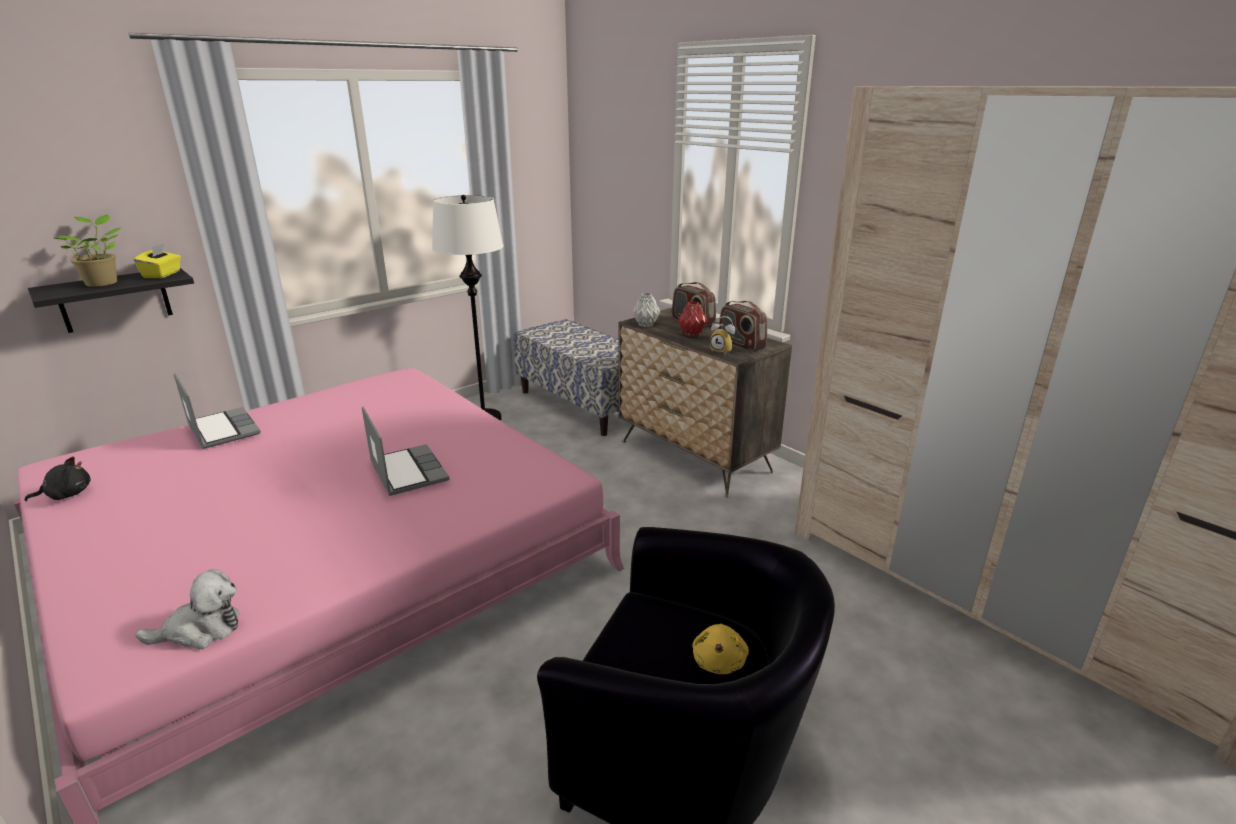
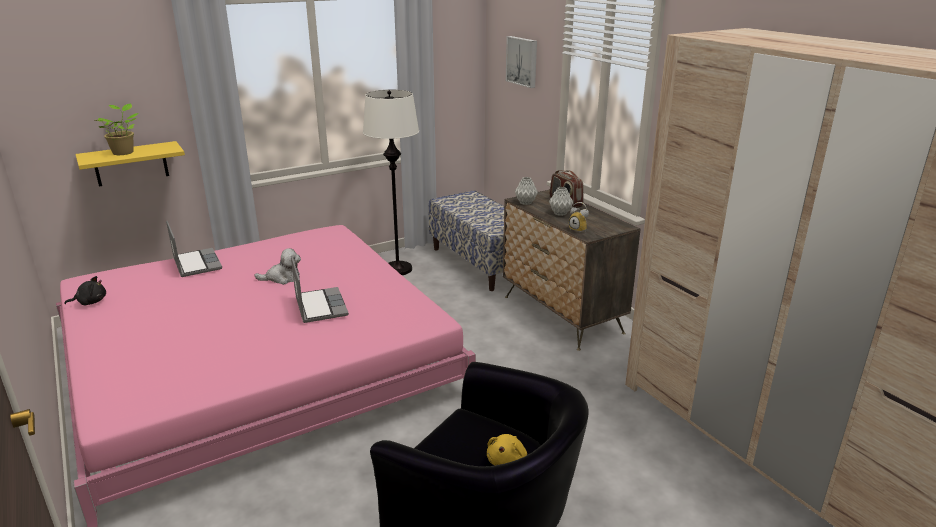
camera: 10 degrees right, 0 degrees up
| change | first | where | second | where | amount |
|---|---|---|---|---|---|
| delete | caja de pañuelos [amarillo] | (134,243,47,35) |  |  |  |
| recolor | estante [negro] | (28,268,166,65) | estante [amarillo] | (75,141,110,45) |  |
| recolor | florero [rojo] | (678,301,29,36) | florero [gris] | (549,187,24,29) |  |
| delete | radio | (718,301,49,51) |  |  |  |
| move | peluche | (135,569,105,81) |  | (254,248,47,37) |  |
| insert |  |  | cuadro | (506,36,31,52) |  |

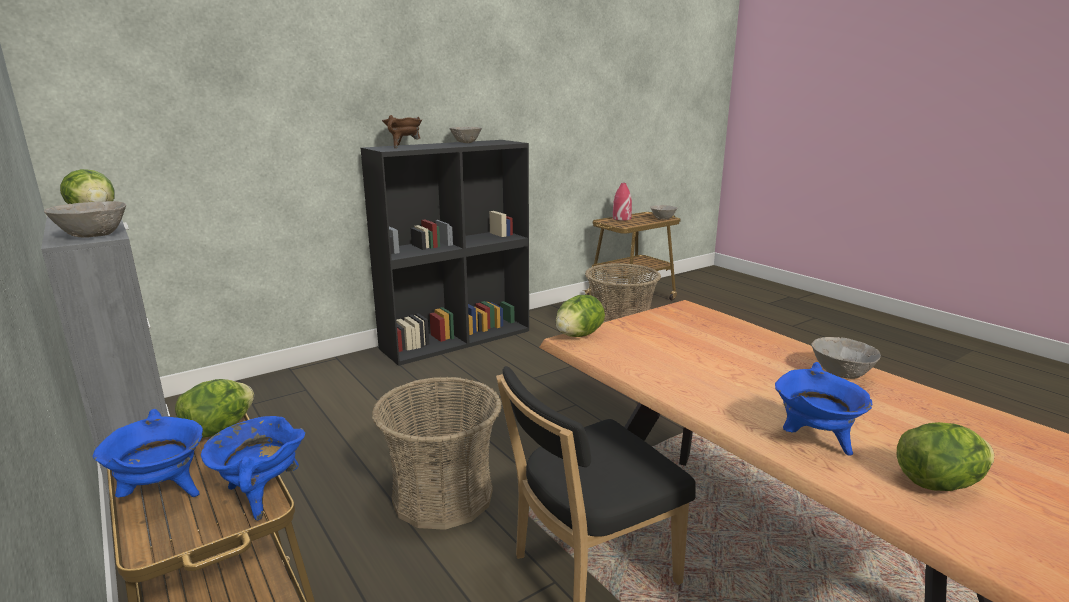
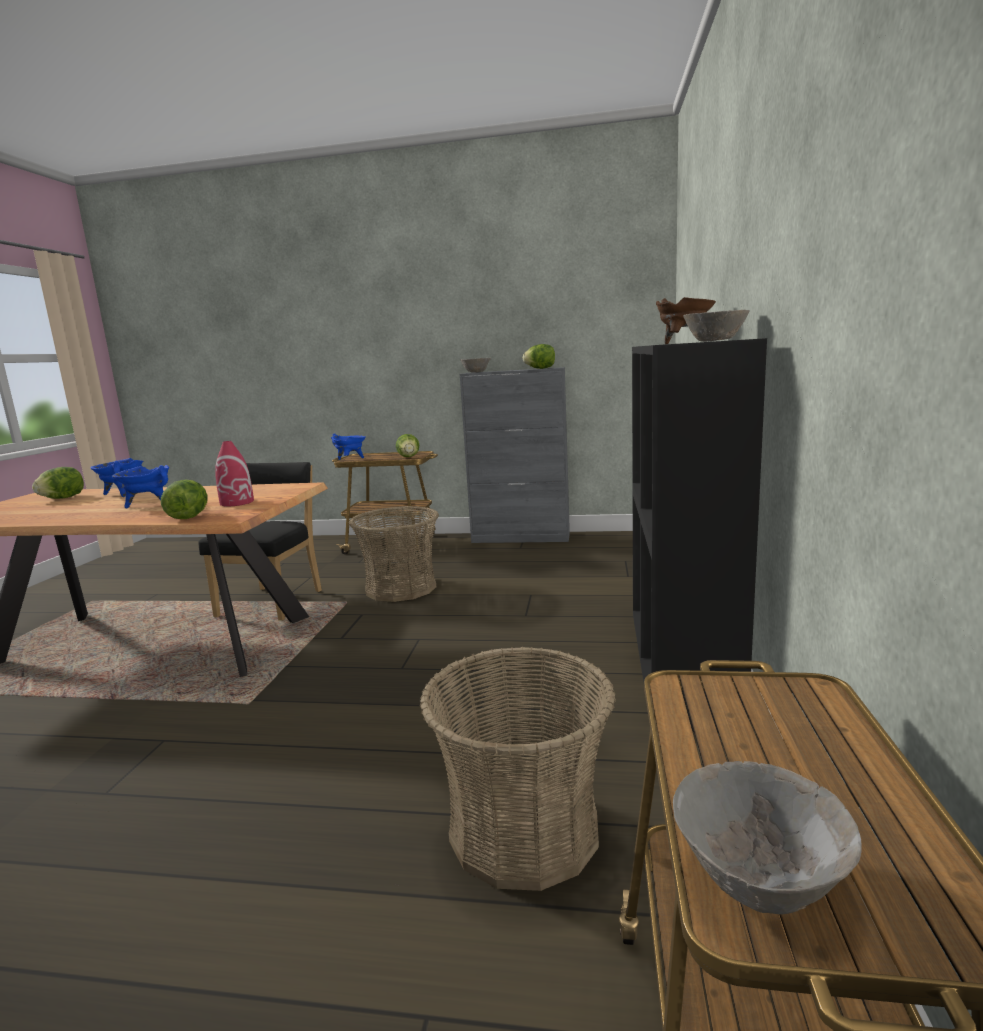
camera: 135 degrees right, 5 degrees down
| change | first | where | second | where | amount |
|---|---|---|---|---|---|
| move | florero [rojo] | (613,183,19,38) |  | (215,441,39,65) |  |
| move | lechuga | (555,295,50,42) |  | (161,480,47,39) |  |
| delete | cuenco [gris] | (811,337,70,42) |  |  |  |
| move | olla [azul] | (93,409,110,89) |  | (112,465,57,43) |  |

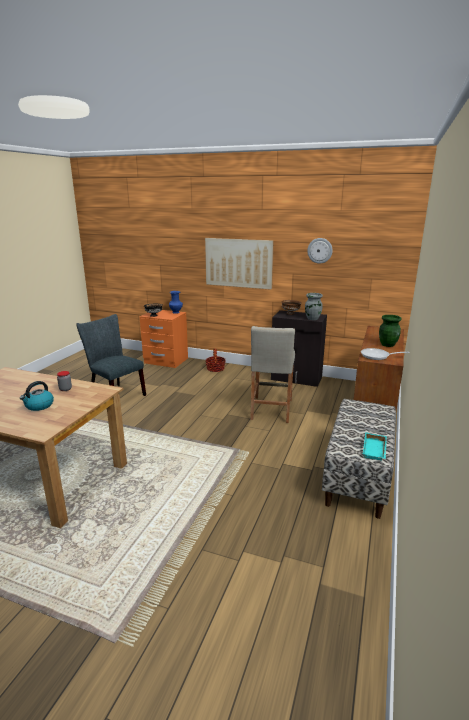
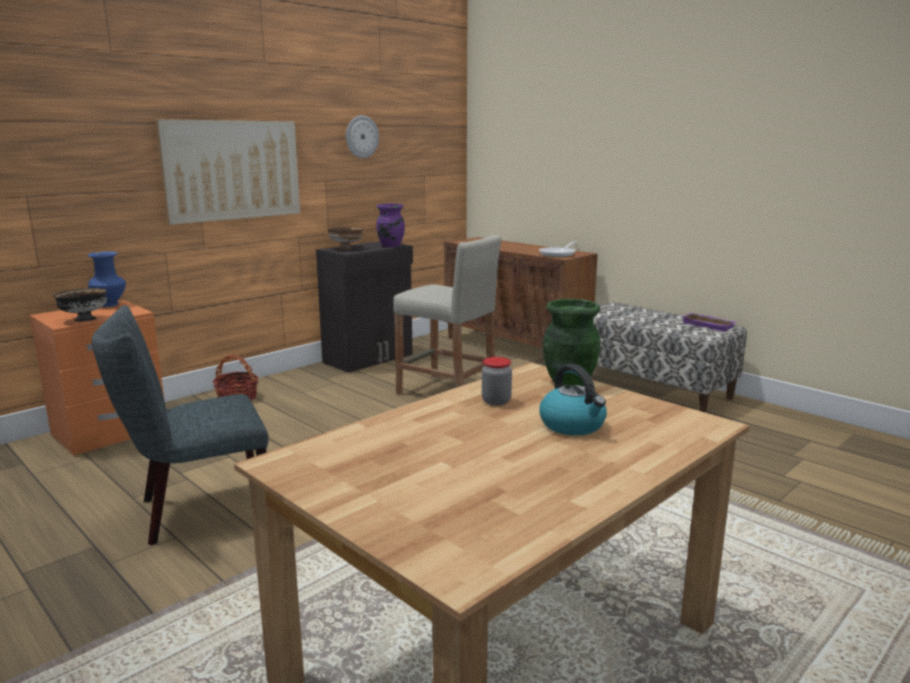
camera: 65 degrees left, 5 degrees down
| change | first | where | second | where | amount |
|---|---|---|---|---|---|
| recolor | florero [gris] | (305,293,18,27) | florero [morado] | (376,204,29,43) |  |
| move | florero [verde] | (379,315,23,32) |  | (543,299,58,87) |  |
| recolor | bandeja [turquesa] | (363,432,24,28) | bandeja [morado] | (682,313,56,19) |  |

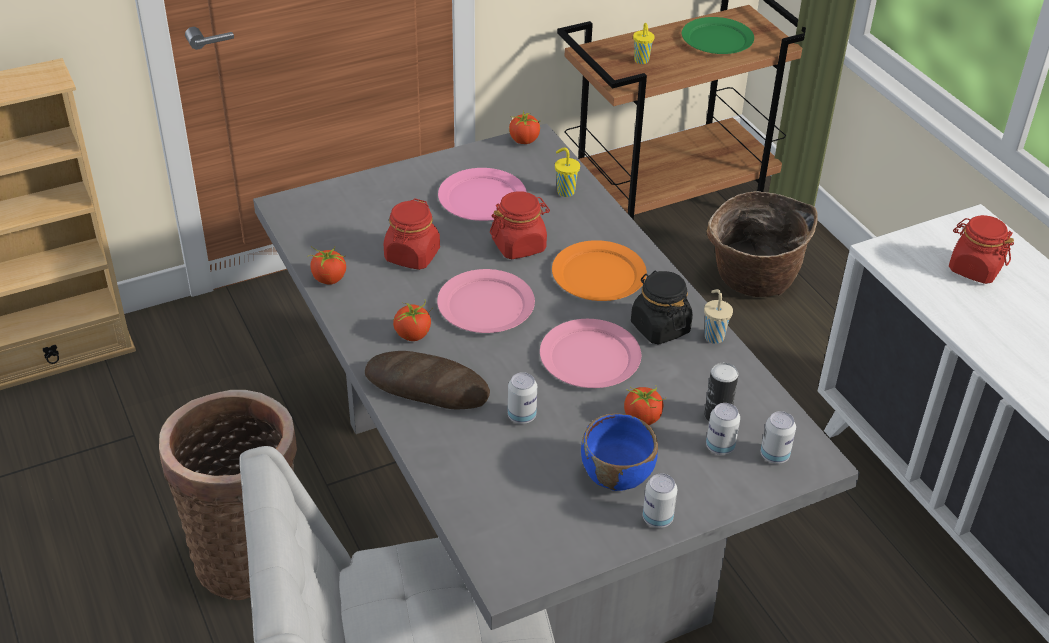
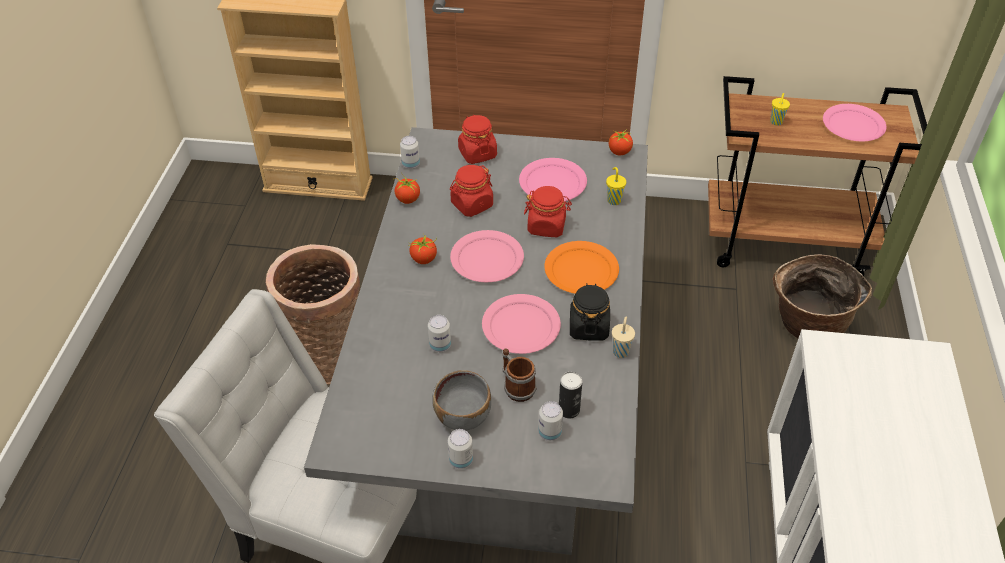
camera: 35 degrees right, 5 degrees up
| change | first | where | second | where | amount |
|---|---|---|---|---|---|
| recolor | plato [verde] | (682,17,72,37) | plato [rosa] | (823,104,63,37) |  |
| move | tarro [rojo] | (949,215,65,69) |  | (458,115,39,49) |  |
| delete | pan | (365,351,125,58) |  |  |  |
| replace | tomate | (624,385,43,40) | taza grande | (502,348,34,54) |  |
| move | lata | (761,411,35,53) |  | (400,136,20,33) |  |
| recolor | cuenco [azul] | (581,413,77,78) | cuenco [gris] | (432,370,59,60) |  |

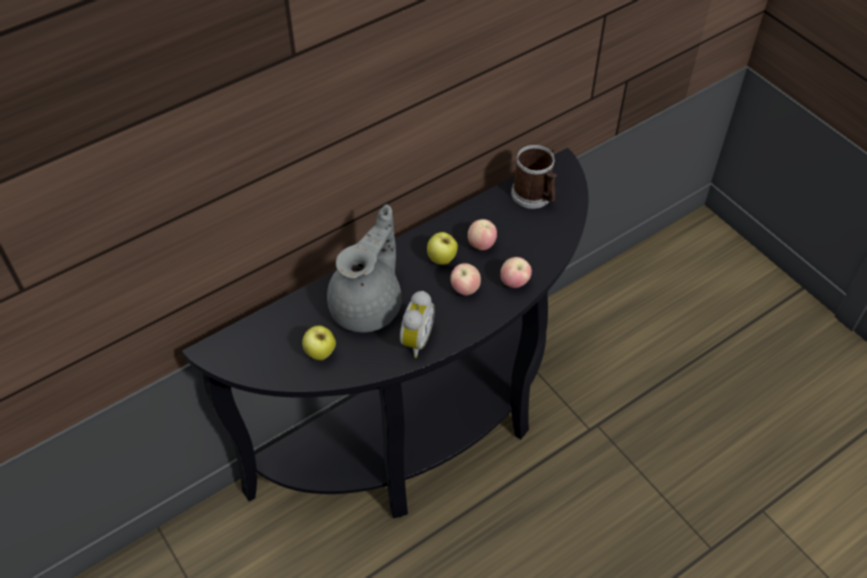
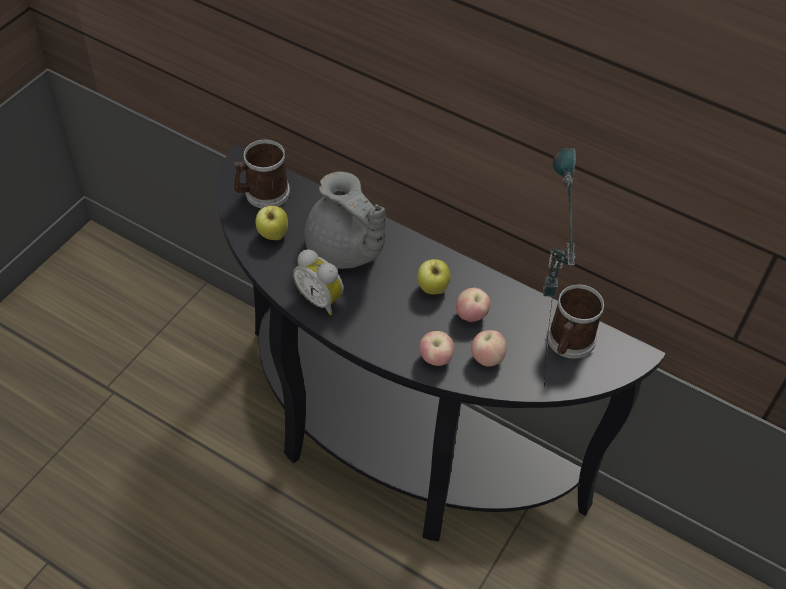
camera: 65 degrees right, 0 degrees up
| change | first | where | second | where | amount |
|---|---|---|---|---|---|
| rotate | tetera [gris] | (327,204,75,128) |  | (304,172,82,97) | 45 degrees clockwise |
| move | manzana | (450,263,31,32) |  | (471,330,36,37) |  |
| rotate | despertador | (400,291,35,67) |  | (293,249,51,66) | 45 degrees clockwise |
| insert |  |  | taza grande | (233,139,57,70) |  |
| insert |  |  | lámpara de mesa | (543,148,33,240) |  |

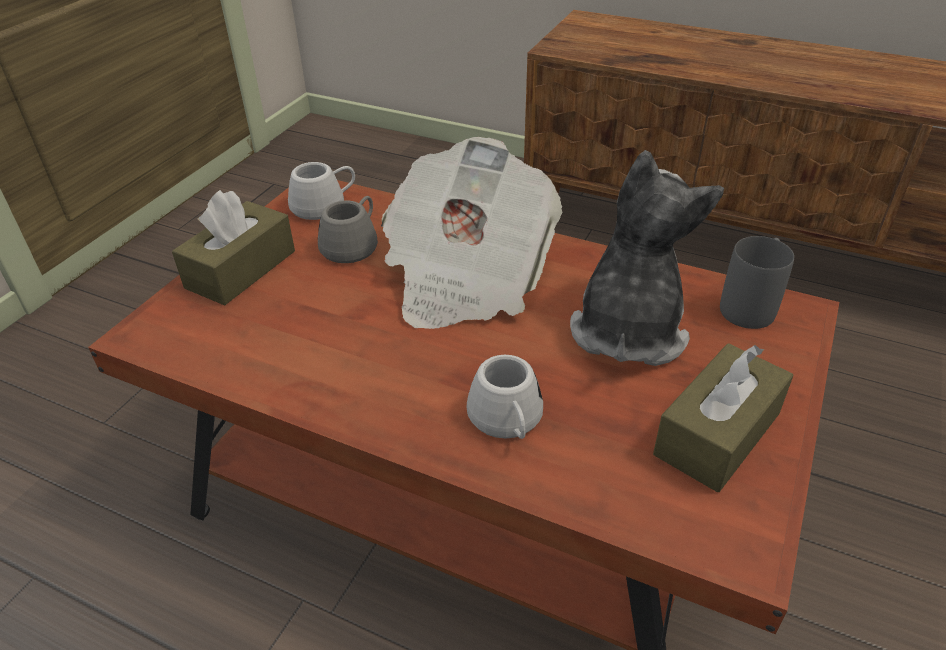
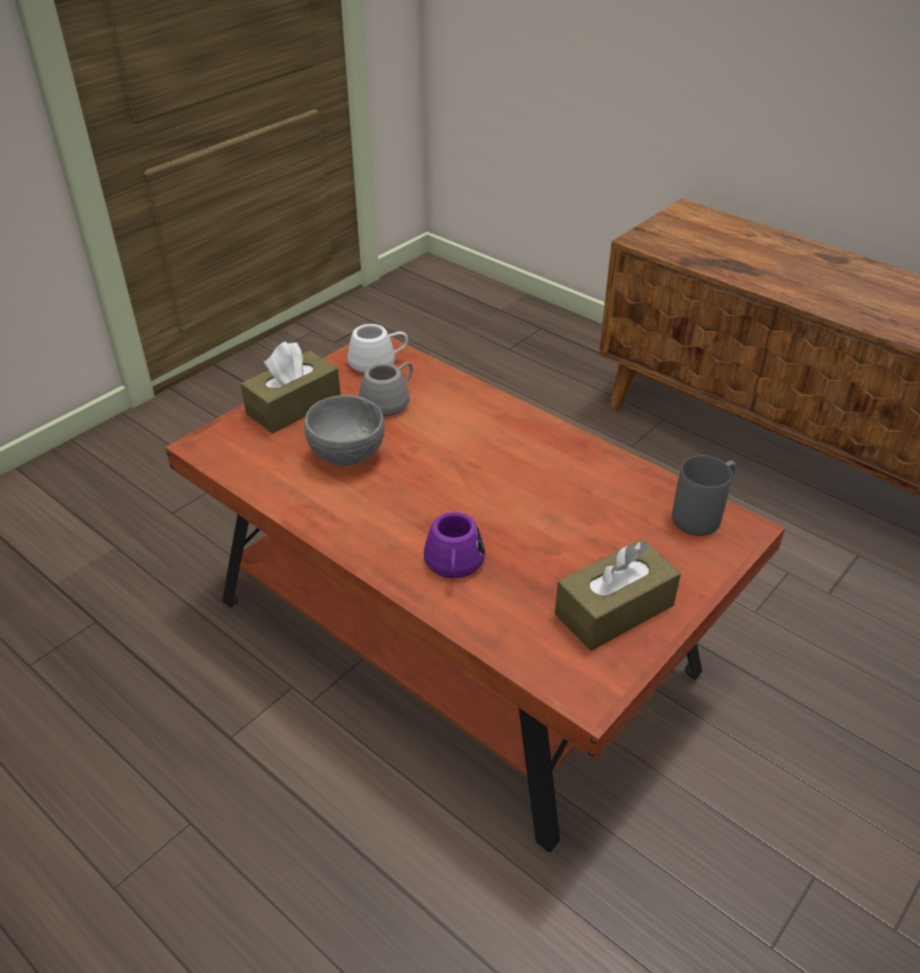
camera: 15 degrees right, 0 degrees up
| change | first | where | second | where | amount |
|---|---|---|---|---|---|
| delete | periódico | (381,137,182,192) |  |  |  |
| delete | peluche | (570,150,154,216) |  |  |  |
| recolor | taza grande [blanco] | (467,355,76,84) | taza grande [morado] | (424,512,61,67) |  |
| insert |  |  | cuenco [gris] | (304,395,81,71) |  |

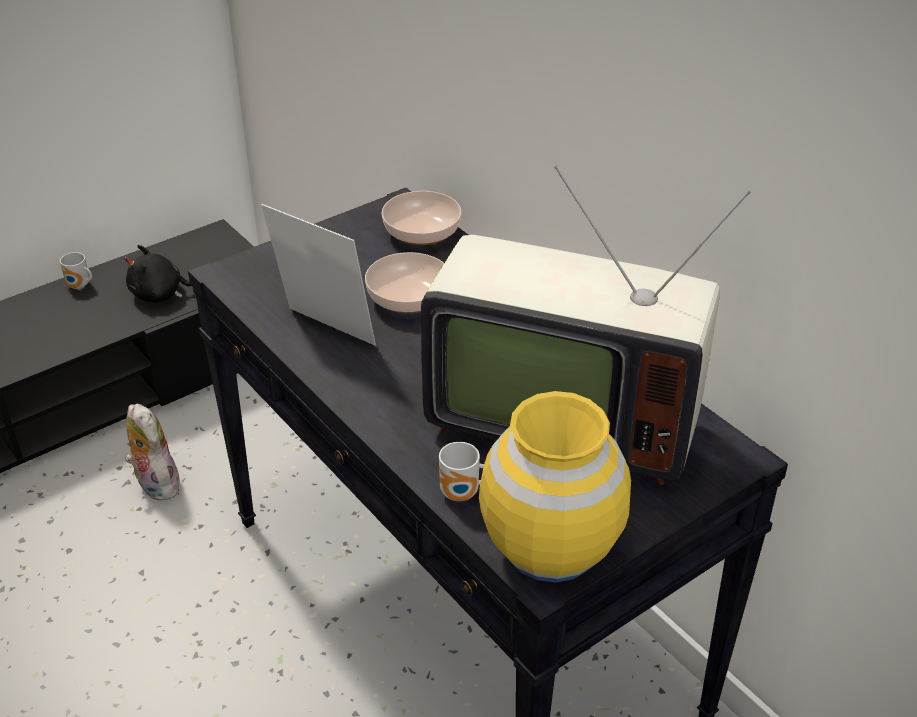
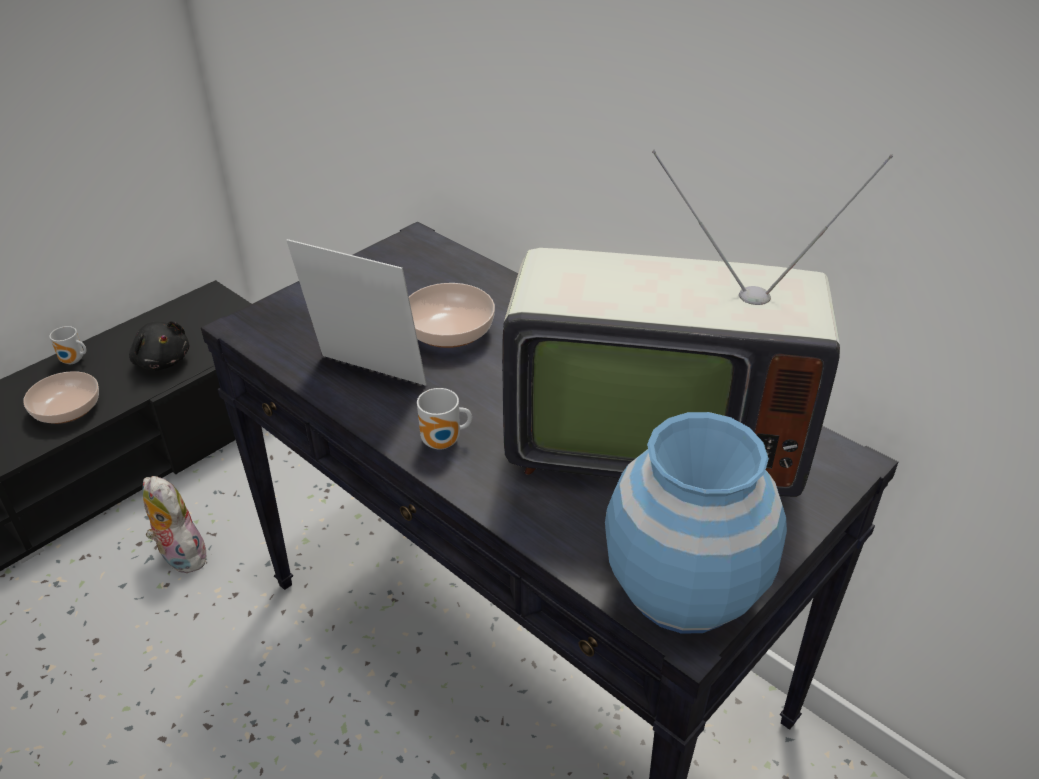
camera: 10 degrees left, 0 degrees up
| change | first | where | second | where | amount |
|---|---|---|---|---|---|
| move | cuenco | (381,191,81,54) |  | (23,371,76,53) |  |
| rotate | peluche [negro] | (124,245,67,57) |  | (129,321,60,50) | 120 degrees counterclockwise |
| recolor | florero [amarillo] | (479,391,152,191) | florero [azul] | (605,412,182,222) |  |
| move | taza grande | (439,442,45,59) |  | (417,388,55,62) |  |

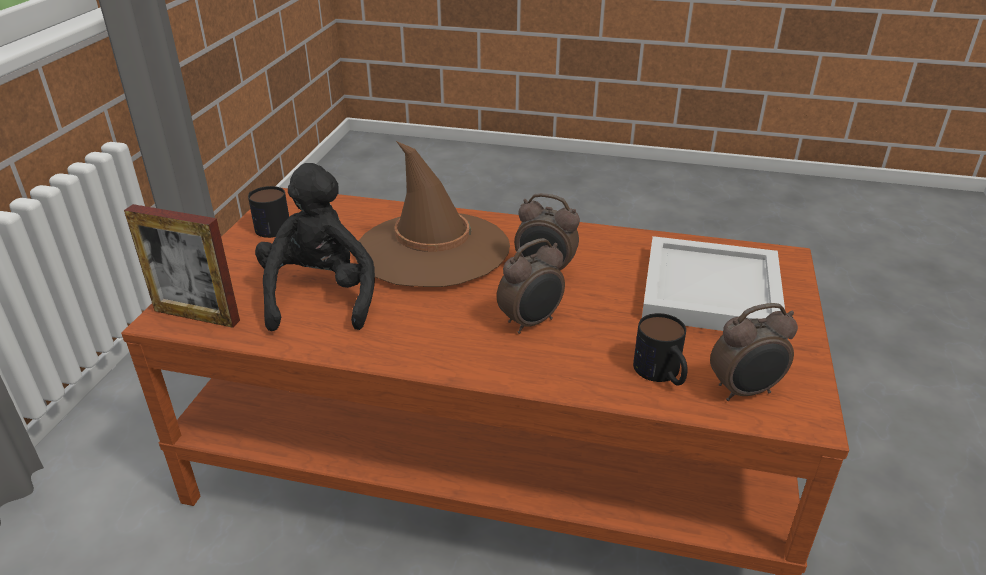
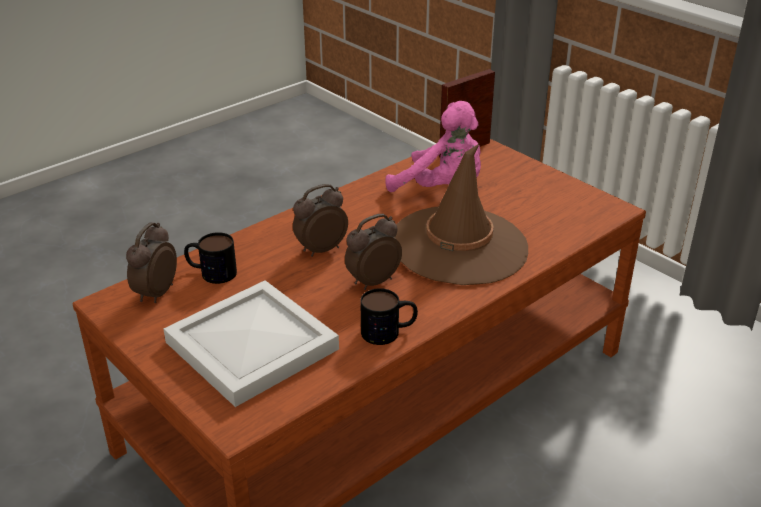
camera: 125 degrees right, 0 degrees up
| change | first | where | second | where | amount |
|---|---|---|---|---|---|
| recolor | peluche [negro] | (255,163,120,168) | peluche [rosa] | (385,101,96,91) |  |
| move | taza grande | (248,186,41,52) |  | (360,288,58,57) |  |
| rotate | despertador | (497,238,68,96) |  | (293,184,55,73) | 60 degrees clockwise |

